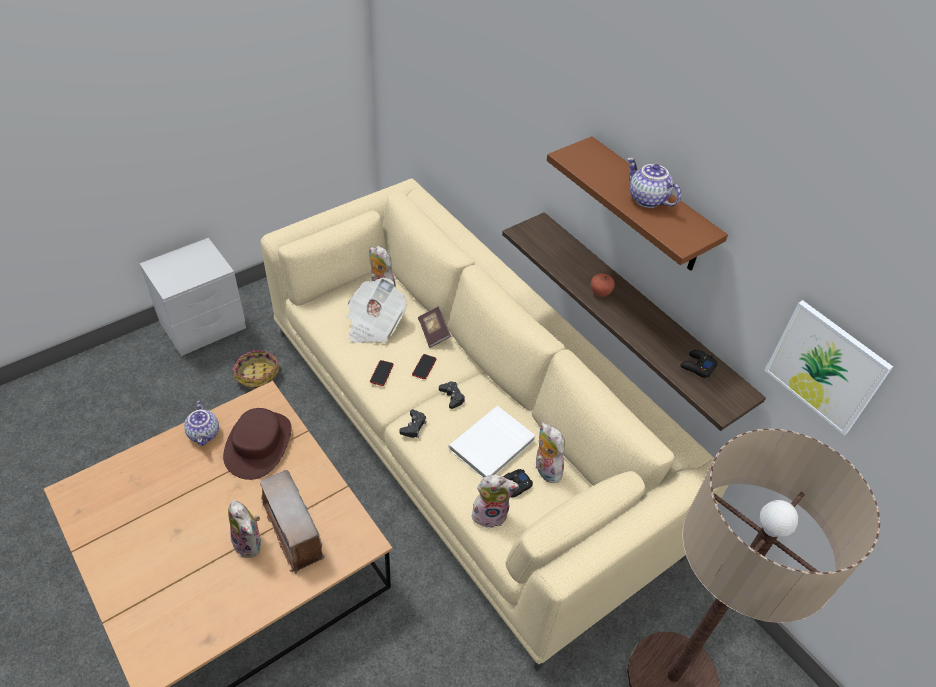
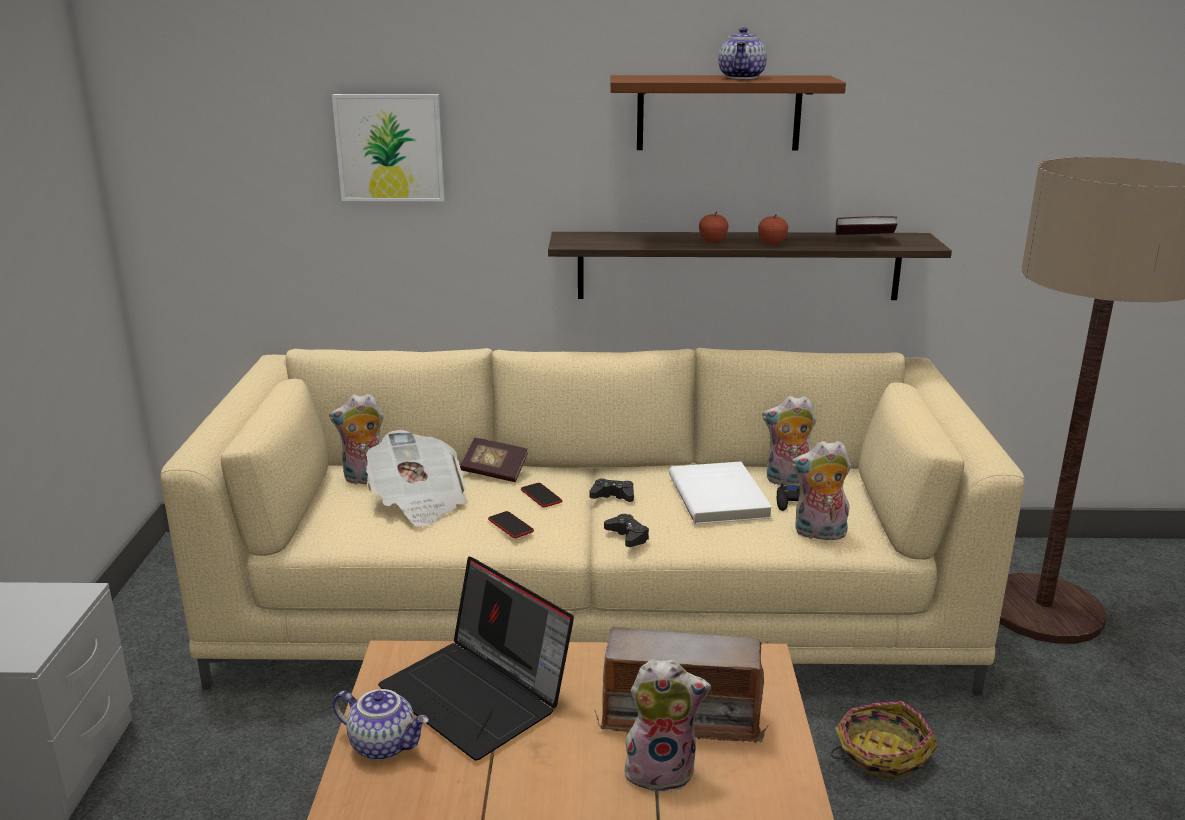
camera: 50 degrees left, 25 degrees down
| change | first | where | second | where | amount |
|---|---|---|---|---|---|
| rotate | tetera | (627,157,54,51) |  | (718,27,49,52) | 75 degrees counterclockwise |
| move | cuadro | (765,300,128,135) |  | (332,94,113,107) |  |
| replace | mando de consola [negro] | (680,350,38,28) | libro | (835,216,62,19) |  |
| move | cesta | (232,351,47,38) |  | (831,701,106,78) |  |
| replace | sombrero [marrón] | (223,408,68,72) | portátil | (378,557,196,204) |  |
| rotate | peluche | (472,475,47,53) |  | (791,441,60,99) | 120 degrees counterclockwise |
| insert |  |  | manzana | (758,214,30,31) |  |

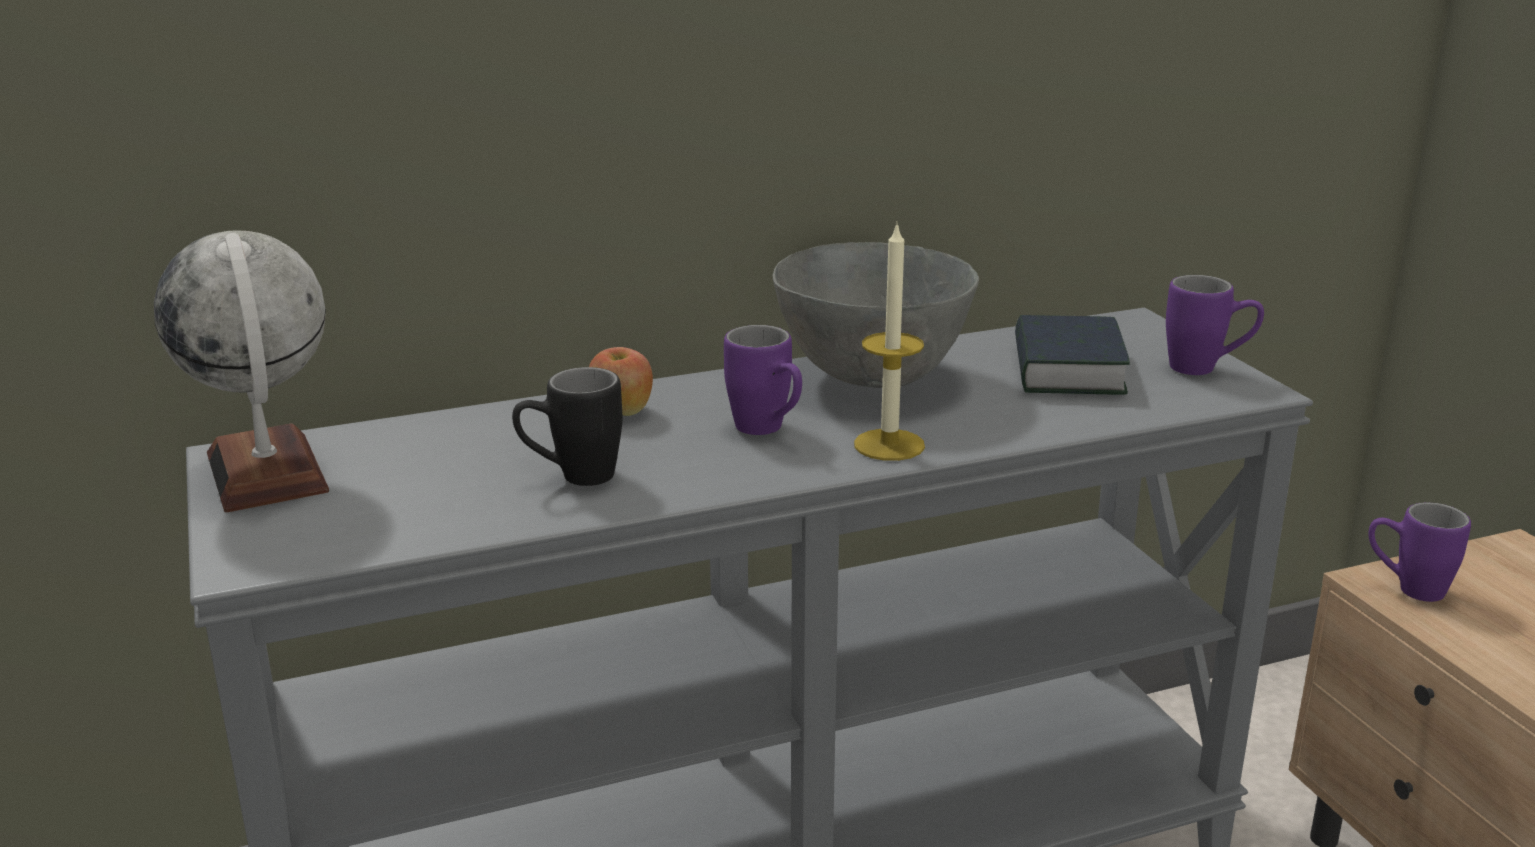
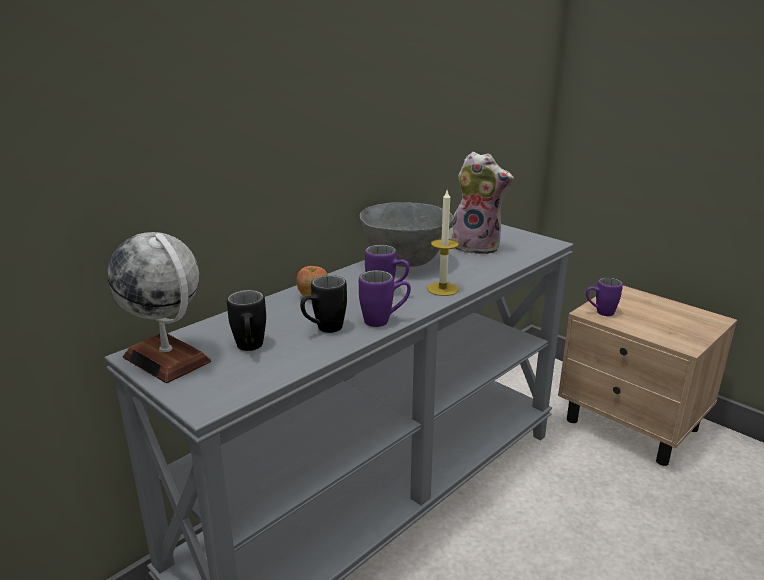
camera: 25 degrees left, 0 degrees up
| change | first | where | second | where | amount |
|---|---|---|---|---|---|
| move | taza grande [morado] | (1166,275,98,100) |  | (359,270,52,57) |  |
| replace | libro | (1015,315,115,79) | peluche | (451,152,63,103) |  |
| insert |  |  | taza grande [negro] | (227,290,39,61) |  |

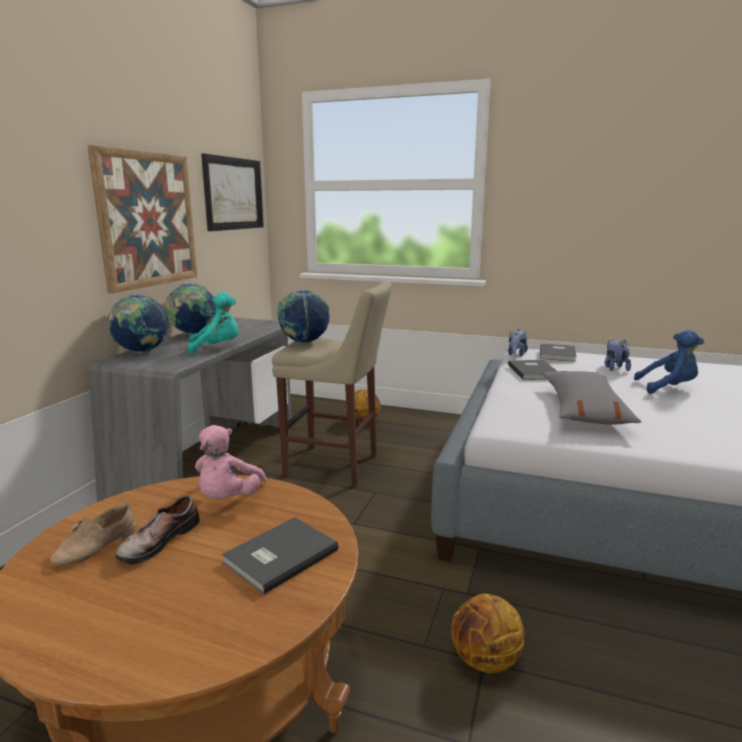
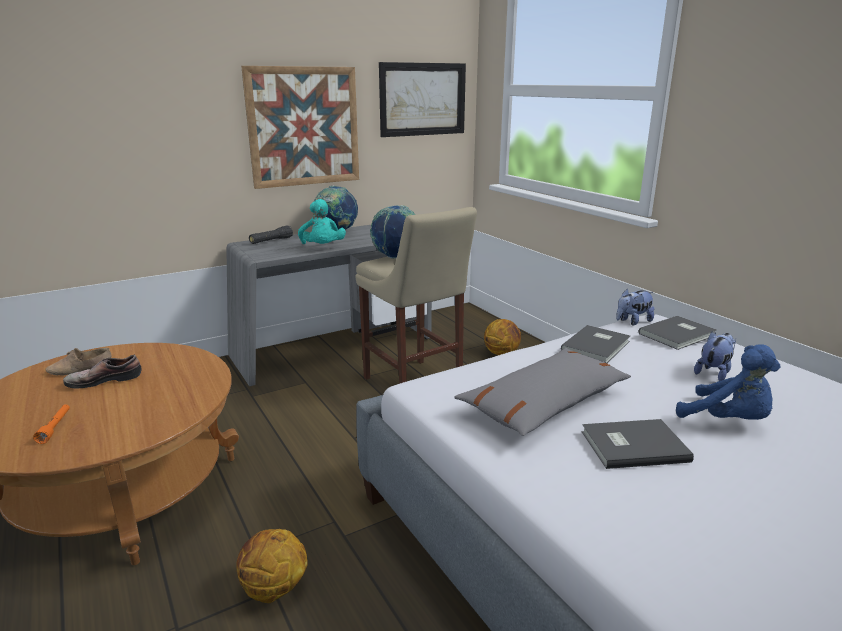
camera: 40 degrees right, 5 degrees up
| change | first | where | second | where | amount |
|---|---|---|---|---|---|
| rotate | peluche [turquesa] | (187,292,52,62) |  | (298,199,48,45) | 45 degrees clockwise |
| replace | globo terráqueo | (107,294,62,59) | linterna [negro] | (249,225,44,19) |  |
| delete | peluche [rosa] | (195,425,72,74) |  |  |  |
| move | libro [gris] | (222,517,117,77) |  | (582,419,112,50) |  |
| insert |  |  | linterna [naranja] | (33,404,37,40) |  |

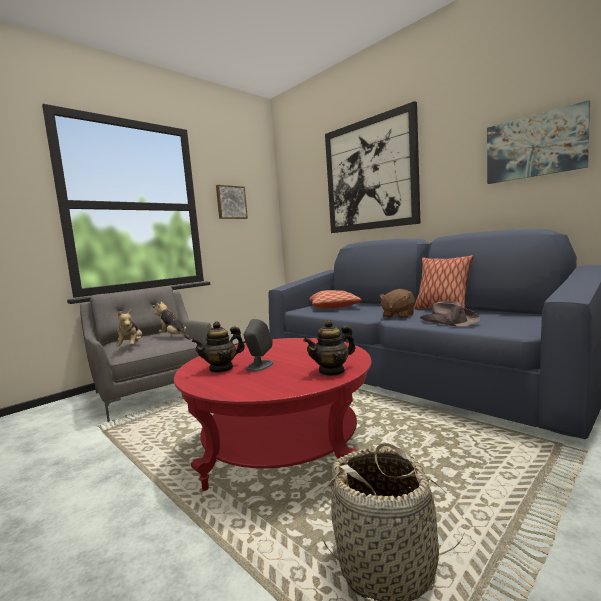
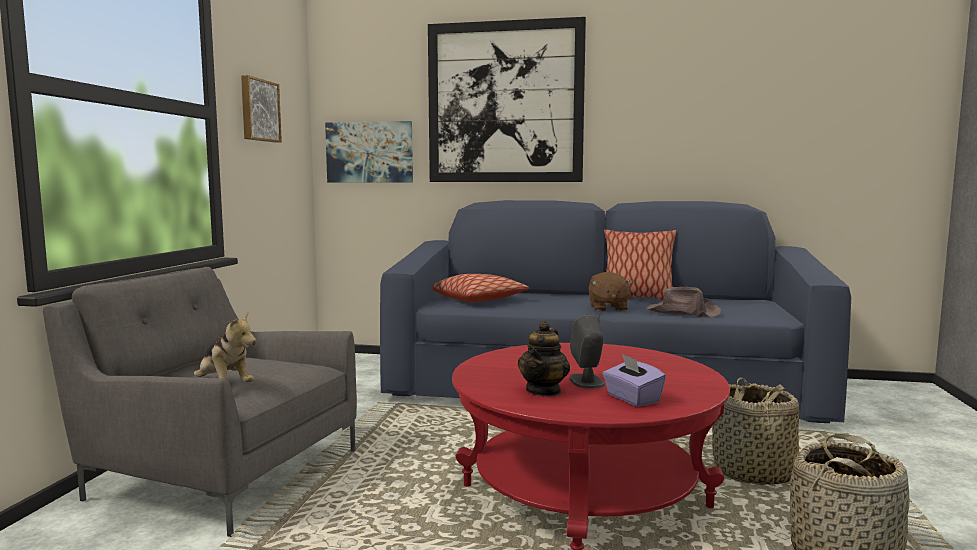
camera: 35 degrees left, 0 degrees up
| change | first | where | second | where | amount |
|---|---|---|---|---|---|
| move | cuadro | (487,100,103,84) |  | (325,121,88,61) |  |
| delete | peluche | (154,302,37,38) |  |  |  |
| delete | tetera | (304,320,51,56) |  |  |  |
| insert |  |  | caja de pañuelos [morado] | (603,354,63,53) |  |
| insert |  |  | cesta | (712,378,87,107) |  |

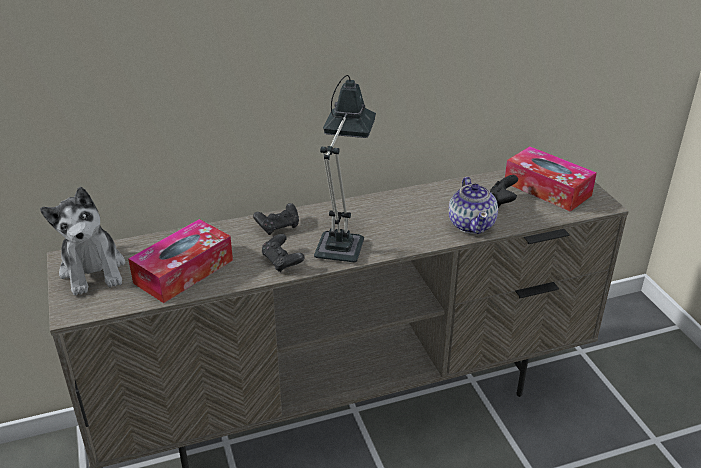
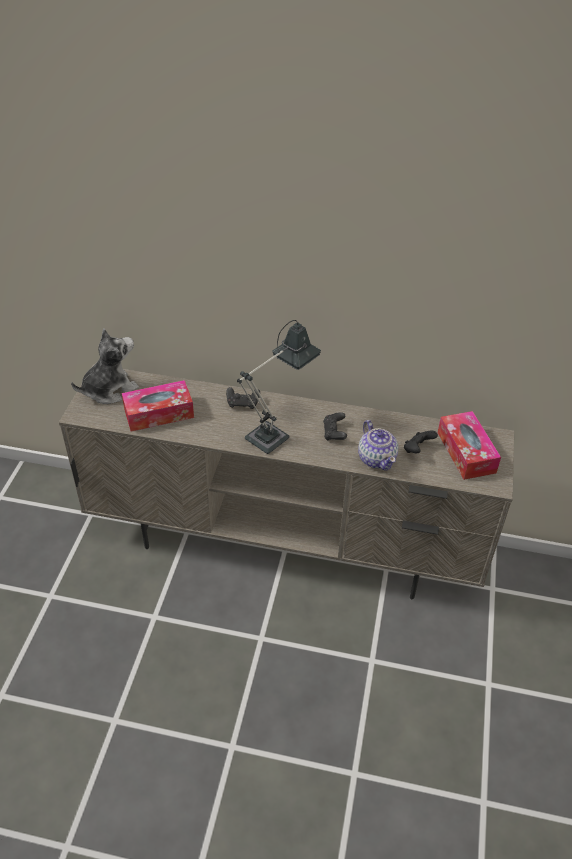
camera: 30 degrees right, 10 degrees up
| change | first | where | second | where | amount |
|---|---|---|---|---|---|
| rotate | tetera | (449,177,49,57) |  | (358,420,40,51) | 45 degrees counterclockwise |
| rotate | peluche | (40,187,85,109) |  | (71,329,68,75) | 135 degrees counterclockwise |
| move | mando de consola [negro] | (262,234,43,38) |  | (323,412,24,28) |  |

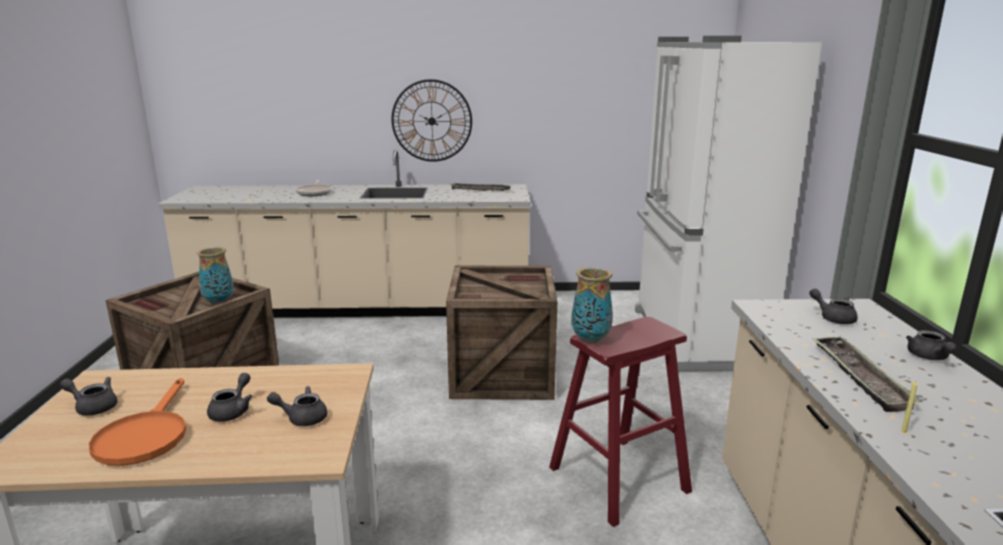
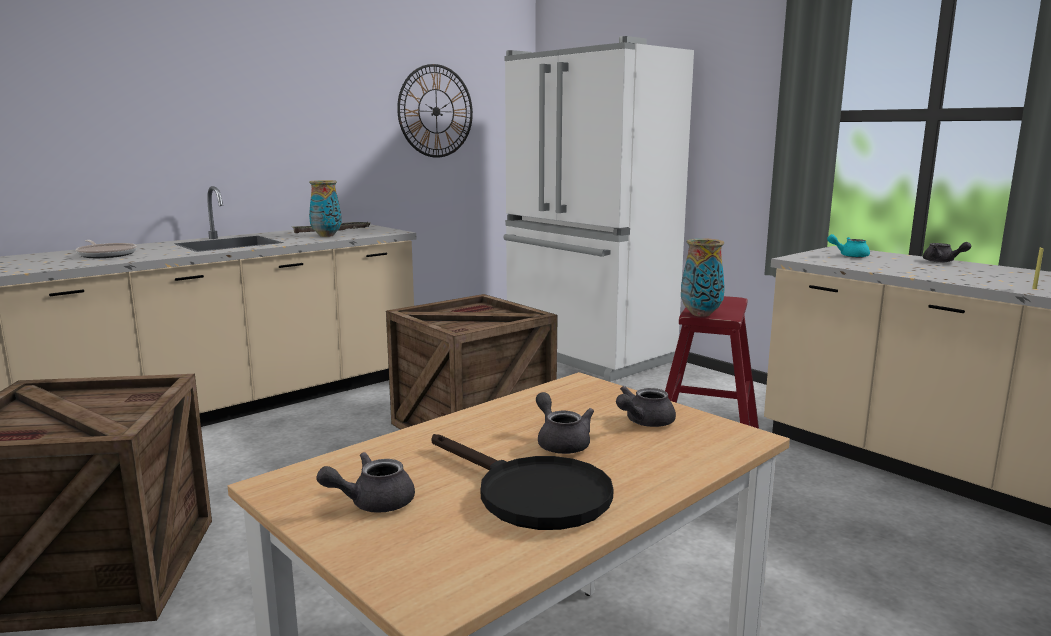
camera: 40 degrees left, 5 degrees down
| change | first | where | second | where | amount |
|---|---|---|---|---|---|
| move | reloj de pared | (391,79,81,83) |  | (397,64,76,94) |  |
| move | florero | (197,247,37,58) |  | (309,180,33,57) |  |
| recolor | tetera [gris] | (809,288,49,36) | tetera [turquesa] | (827,234,43,24) |  |
| delete | bandeja | (812,336,111,76) |  |  |  |
| recolor | sartén [naranja] | (89,378,97,88) | sartén [negro] | (432,434,182,96) |  |

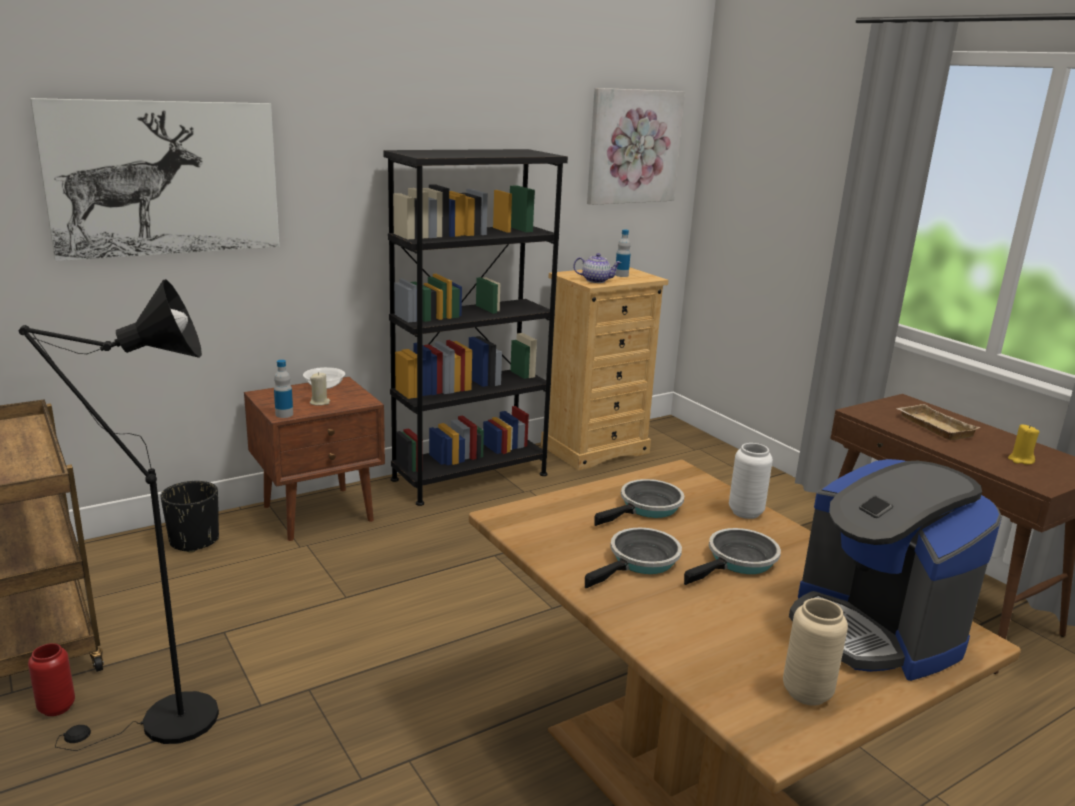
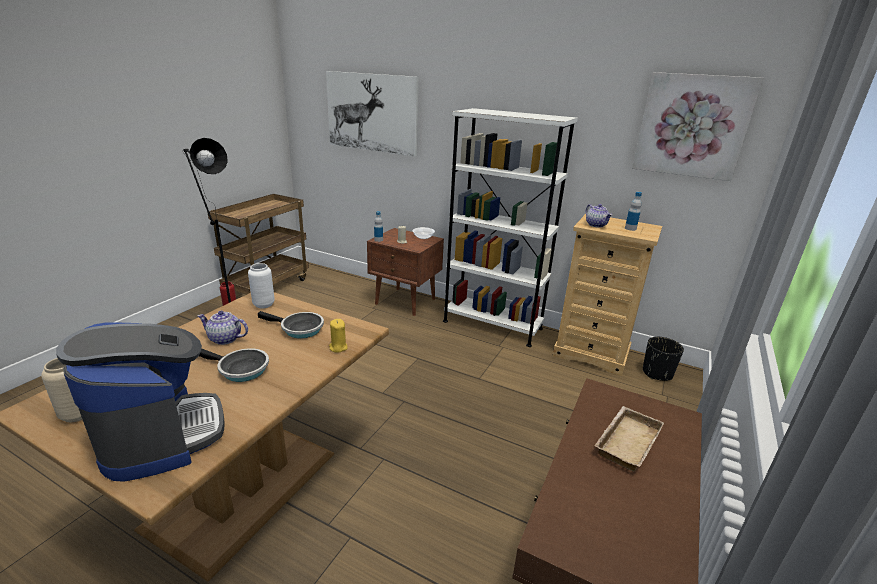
camera: 60 degrees right, 5 degrees up
| change | first | where | second | where | amount |
|---|---|---|---|---|---|
| recolor | estantería [negro] | (383,149,185,357) | estantería [blanco] | (443,108,135,239) |  |
| move | vela [amarillo] | (1008,424,31,41) |  | (329,319,18,33) |  |
| move | florero [blanco] | (729,443,44,76) |  | (248,263,27,46) |  |
| rotate | cafetera | (789,459,213,222) |  | (56,322,169,160) | 120 degrees clockwise |
| move | maceta [negro] | (161,481,58,72) |  | (643,337,41,44) |  |
| replace | sartén | (585,527,97,61) | tetera | (198,311,50,34) |  |

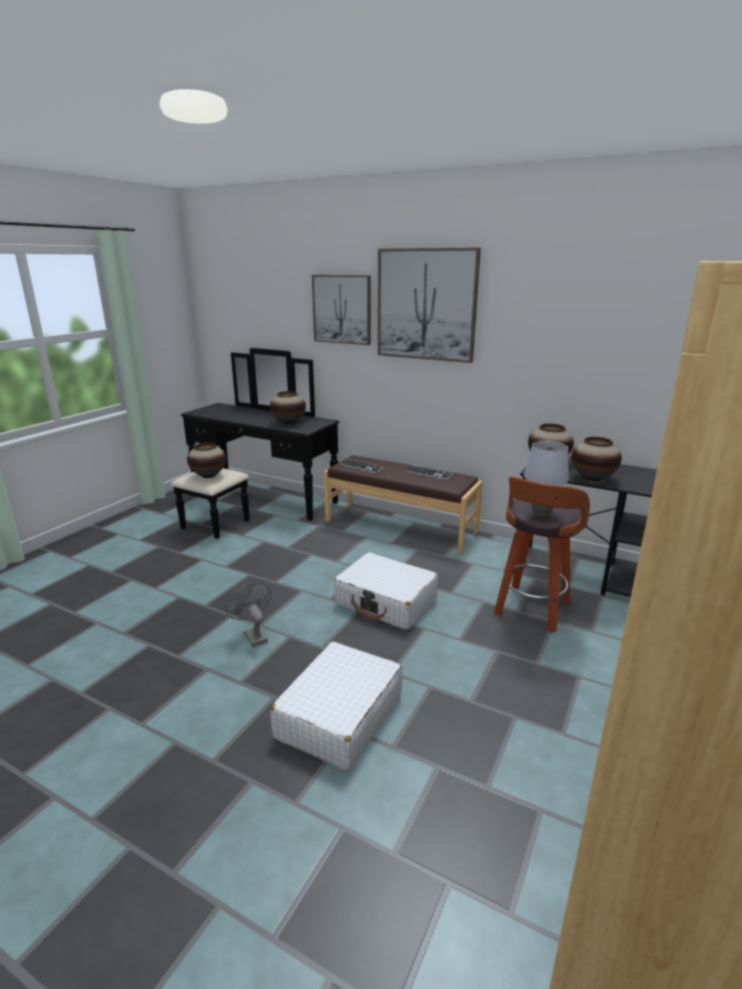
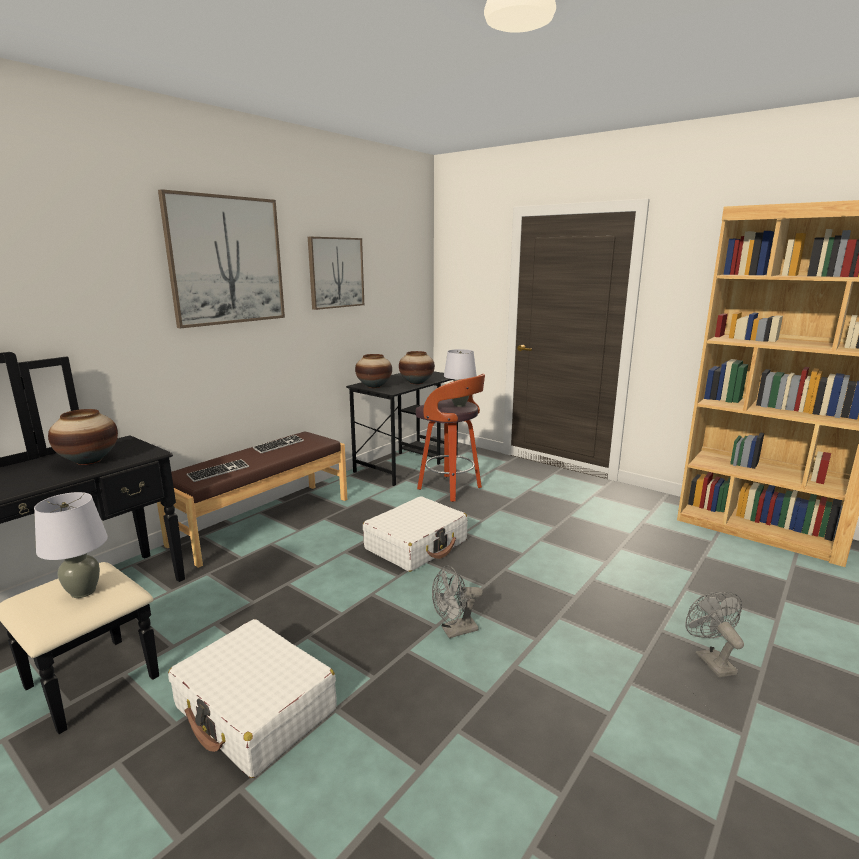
camera: 80 degrees left, 5 degrees down
| change | first | where | second | where | amount |
|---|---|---|---|---|---|
| move | cuadro | (312,275,59,70) |  | (308,237,56,73) |  |
| replace | florero | (187,443,39,35) | lámpara de mesa [gris] | (34,492,74,106) |  |
| move | maleta [blanco] | (271,642,131,129) |  | (168,619,169,159) |  |
| insert |  |  | ventilador [gris] | (685,592,59,85) |  |

